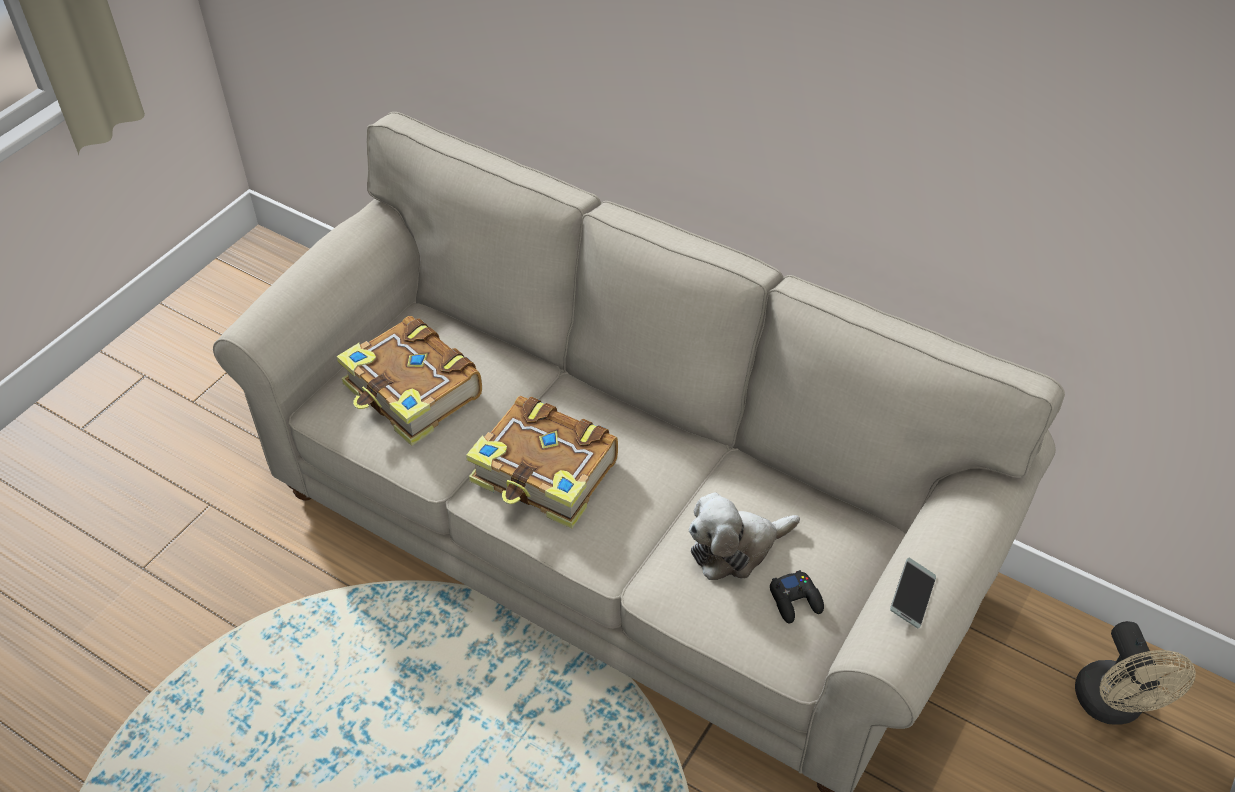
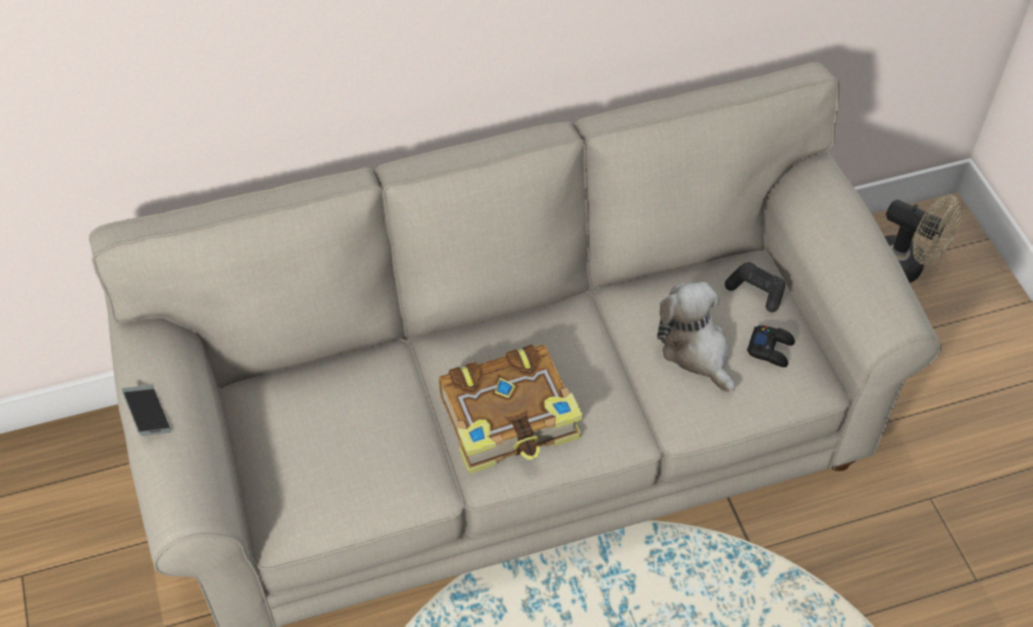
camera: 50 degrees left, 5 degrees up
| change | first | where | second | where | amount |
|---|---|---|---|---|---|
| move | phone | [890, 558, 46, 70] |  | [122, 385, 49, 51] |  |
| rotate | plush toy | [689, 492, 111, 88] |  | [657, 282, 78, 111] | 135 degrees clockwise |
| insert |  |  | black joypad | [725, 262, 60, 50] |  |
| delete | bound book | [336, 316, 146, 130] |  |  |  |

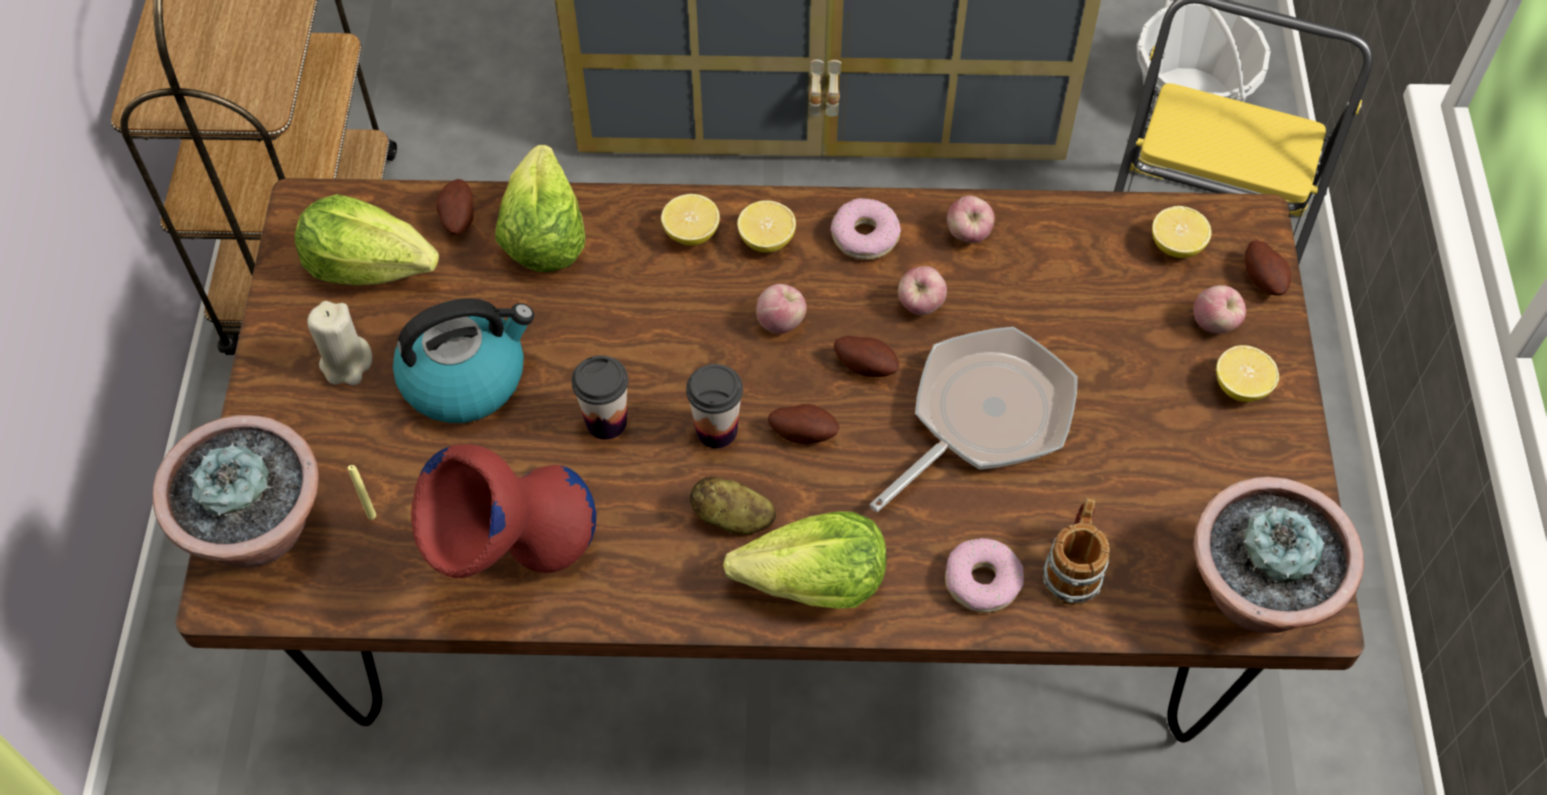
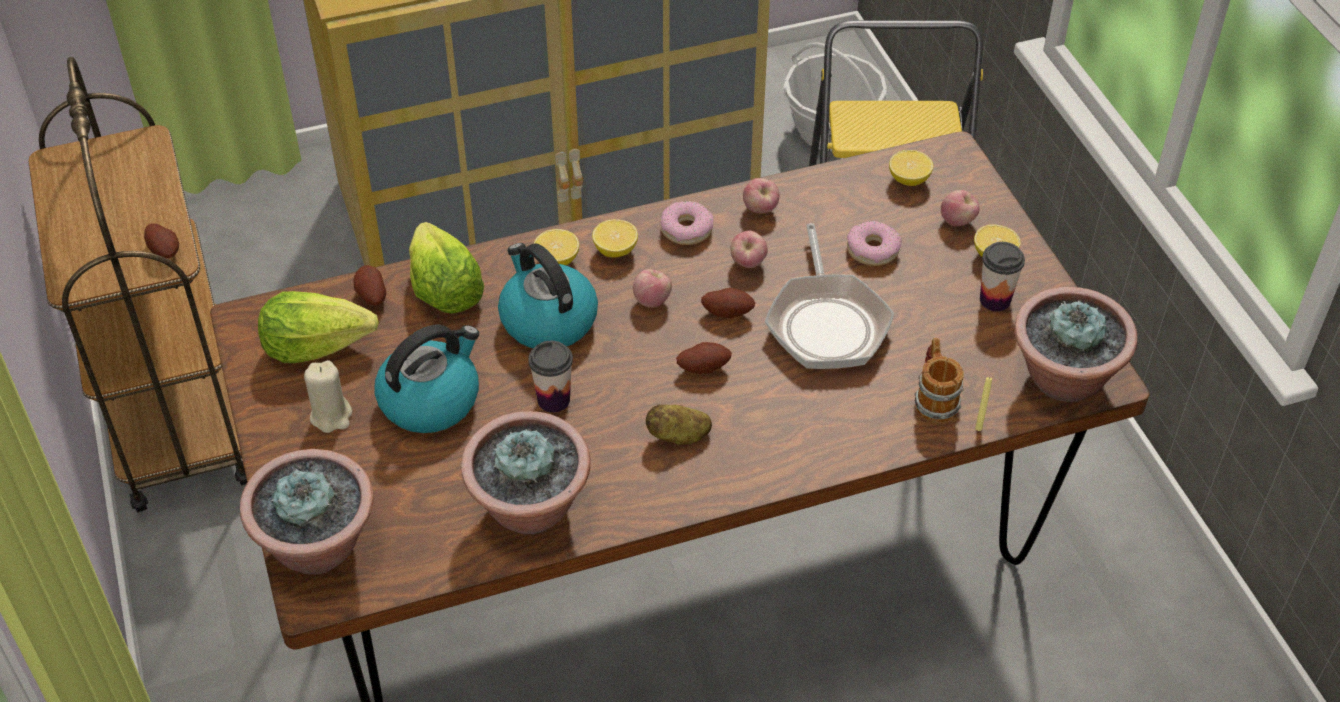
camera: 20 degrees left, 10 degrees down
| change | first | where | second | where | amount |
|---|---|---|---|---|---|
| move | spud | [1245, 240, 46, 56] |  | [144, 224, 35, 34] |  |
| replace | reddish decorative vase | [411, 444, 185, 134] | potted plant | [461, 411, 130, 123] |  |
| insert |  |  | tea kettle | [498, 243, 100, 105] |  |
| rotate | frying pan | [869, 327, 209, 185] |  | [765, 223, 129, 146] | 150 degrees clockwise |
| move | doughnut | [945, 538, 79, 75] |  | [847, 221, 55, 45] |  |
| move | yellow candle | [348, 465, 28, 55] |  | [975, 377, 17, 54] |  |
| move | small cup | [686, 364, 57, 84] |  | [980, 242, 45, 69] |  |
| delete | lettuce head | [723, 511, 164, 98] |  |  |  |

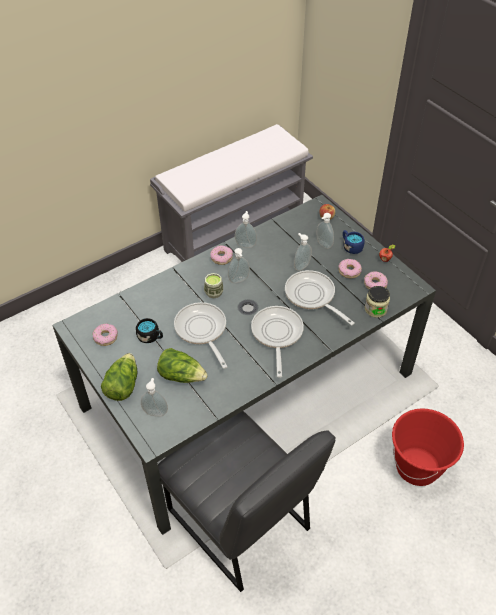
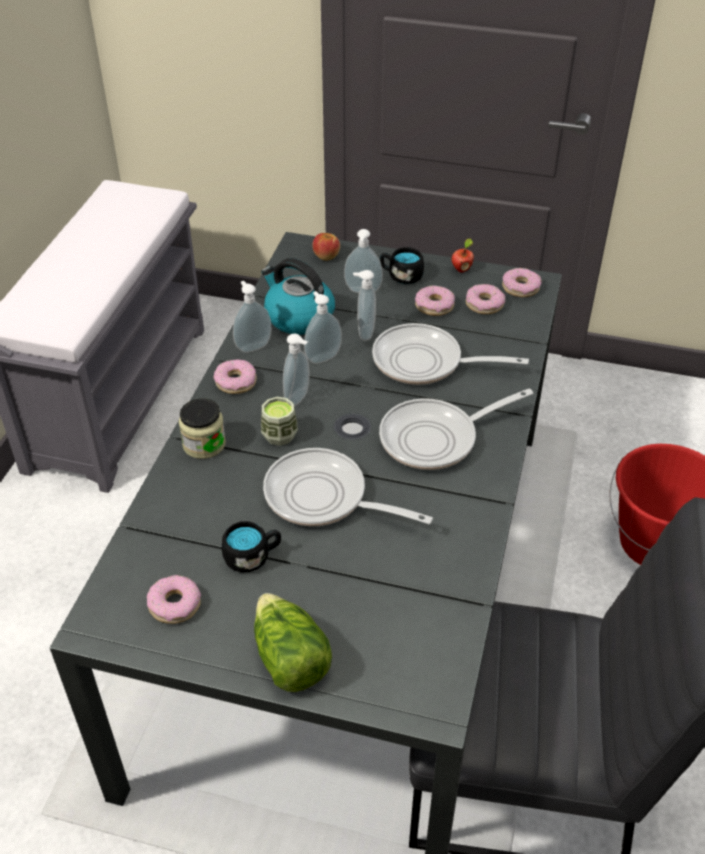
camera: 40 degrees left, 5 degrees down
| change | first | where | second | where | amount |
|---|---|---|---|---|---|
| move | preserve jar | [365, 286, 25, 32] |  | [179, 398, 47, 61] |  |
| insert |  |  | tea kettle | [261, 258, 74, 77] |  |
| move | soap dispenser | [141, 378, 27, 39] |  | [304, 291, 38, 73] |  |
| rotate | frying pan | [251, 306, 53, 72] |  | [379, 389, 154, 81] | 75 degrees counterclockwise |
| recolor | blue-coloured coffee mug | [343, 230, 22, 24] | black coffee mug | [380, 247, 44, 37] |  |
| insert |  |  | doughnut | [502, 268, 40, 29] |  |
| delete | lettuce head | [157, 348, 51, 35] |  |  |  |

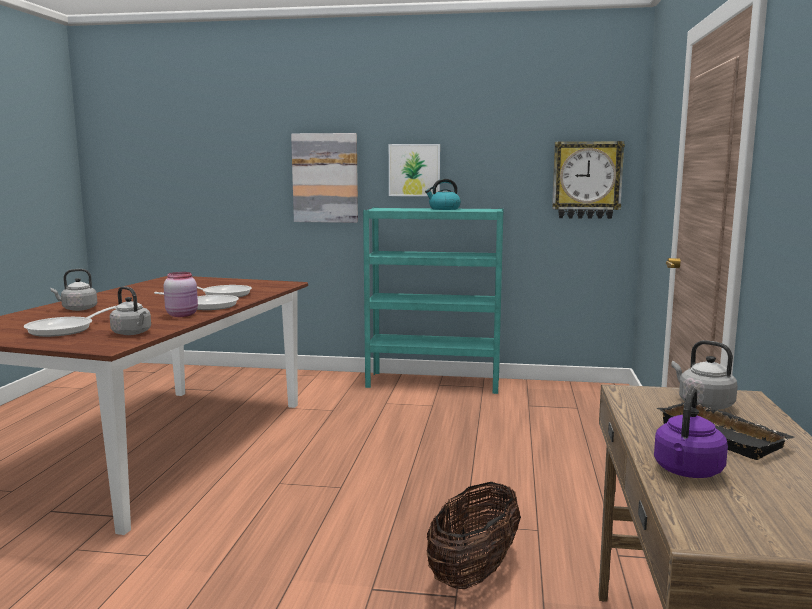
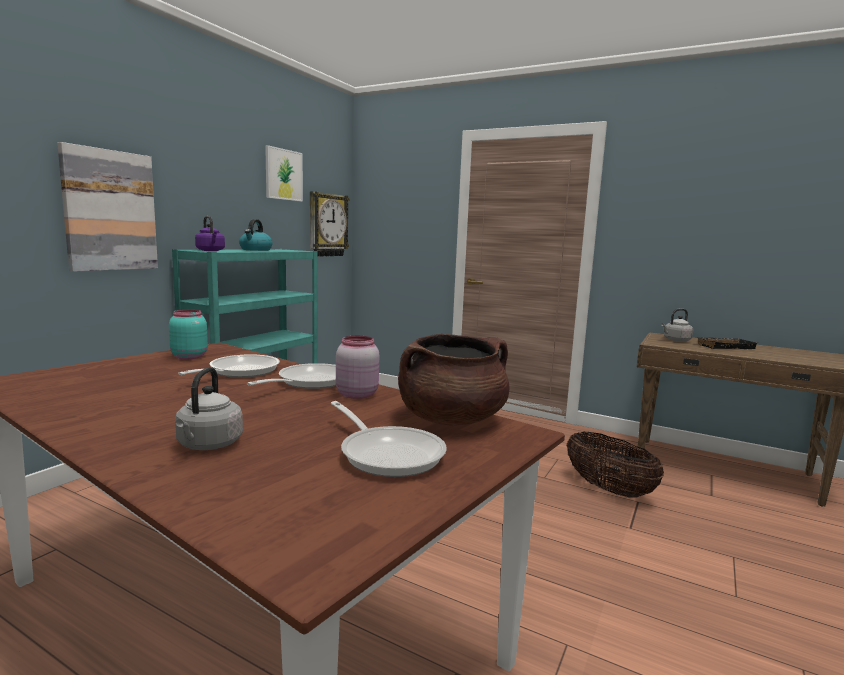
camera: 70 degrees left, 0 degrees up
| change | first | where | second | where | amount |
|---|---|---|---|---|---|
| insert |  |  | turquoise-coloured preserve jar | [169, 309, 39, 50] |  |
| move | purplish tea kettle | [654, 387, 74, 91] |  | [195, 216, 30, 35] |  |
| move | picture | [389, 144, 51, 52] |  | [265, 145, 38, 57] |  |
| replace | gray tea kettle | [110, 286, 41, 49] | brownish cooking pot | [398, 334, 112, 91] |  |

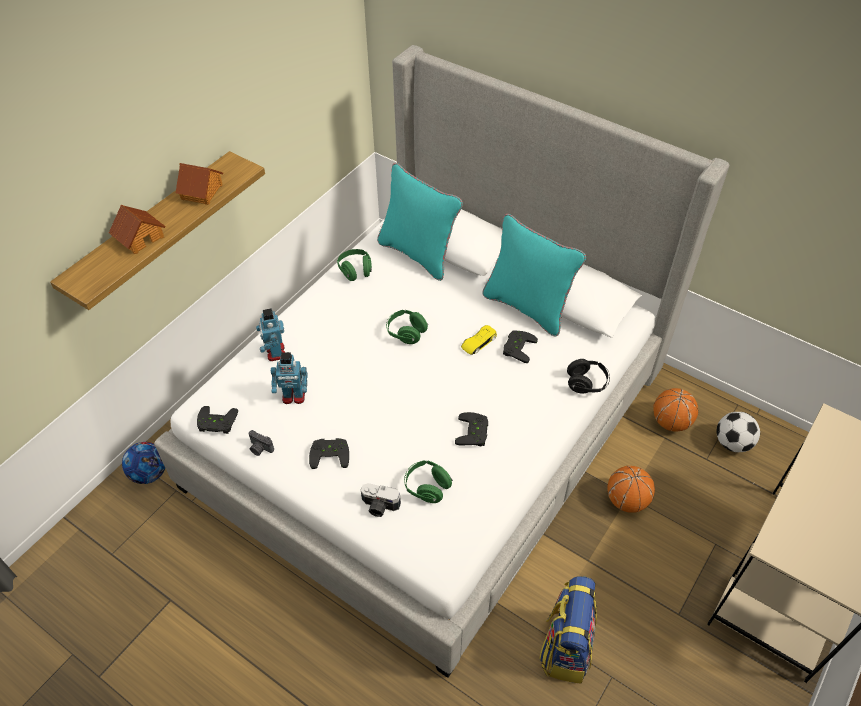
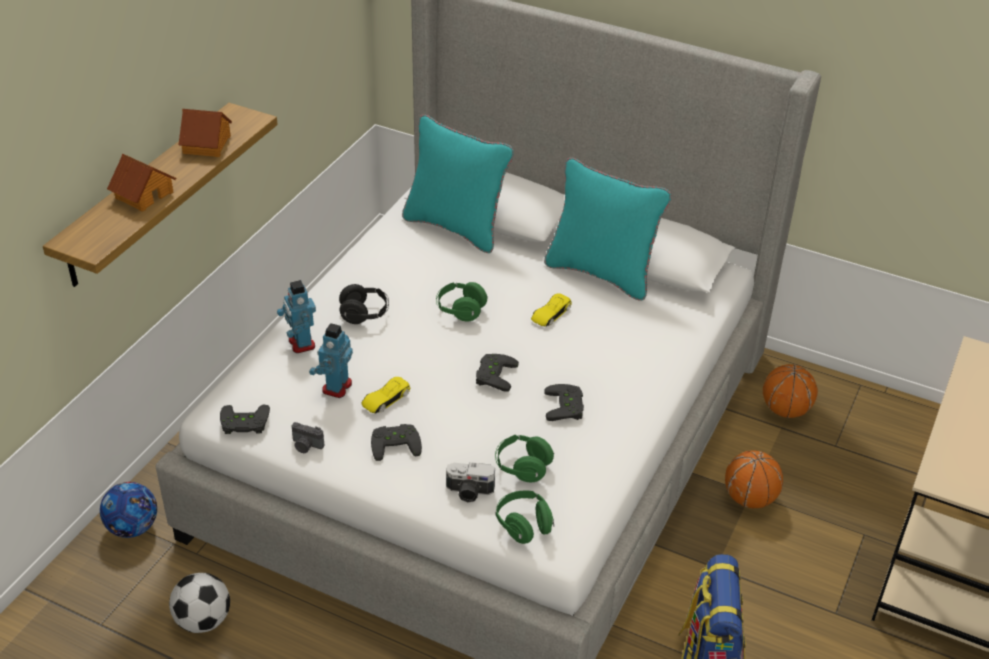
camera: 10 degrees left, 10 degrees down
| change | first | where | second | where | amount |
|---|---|---|---|---|---|
| move | ball for football | [716, 412, 44, 40] |  | [169, 573, 61, 60] |  |
| rotate | toy robot | [271, 352, 37, 52] |  | [309, 323, 44, 75] | 120 degrees clockwise |
| move | black headset | [567, 359, 43, 35] |  | [339, 284, 50, 40] |  |
| insert |  |  | yellow model car | [361, 377, 49, 37] |  |
| move | black joypad | [503, 330, 35, 33] |  | [476, 354, 43, 38] |  |
| move | greenish headset | [337, 249, 35, 32] |  | [496, 491, 58, 53] |  |

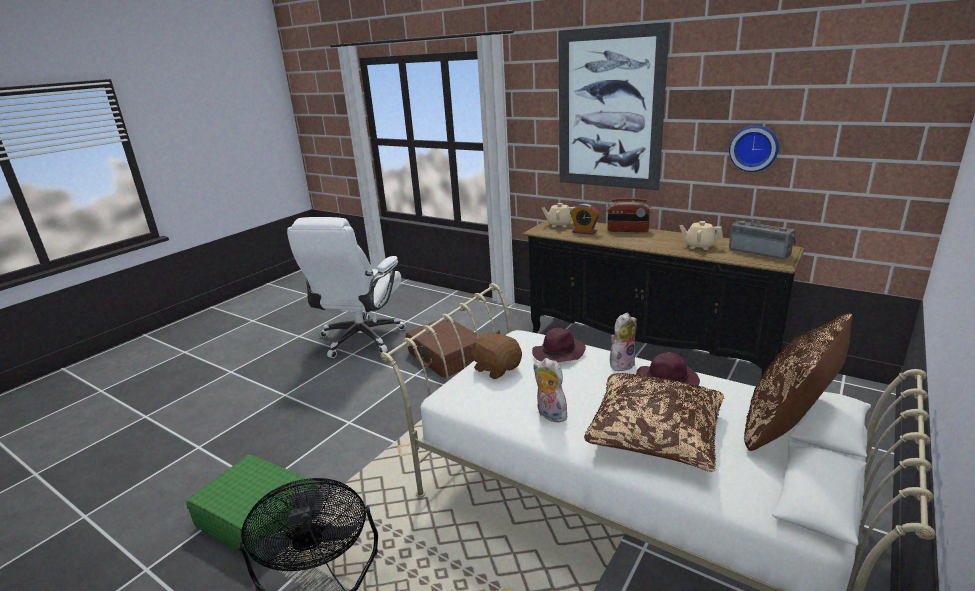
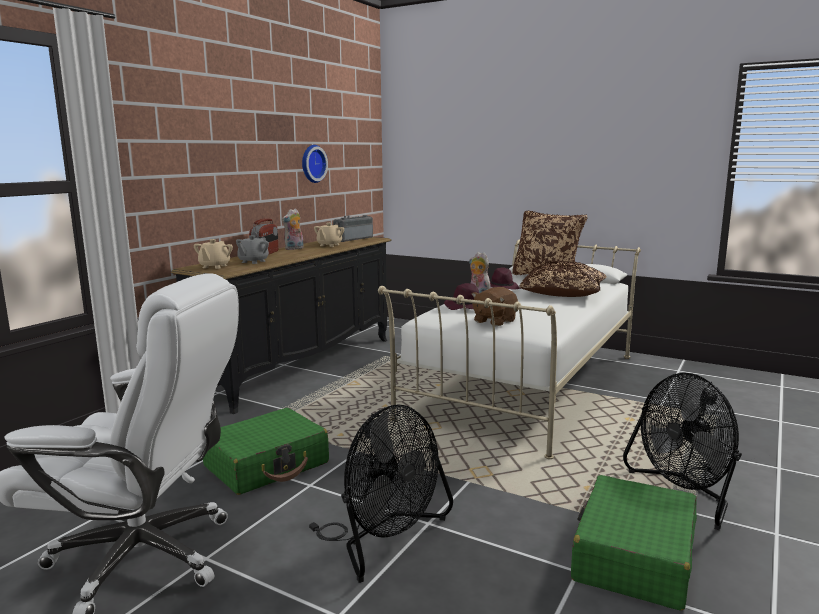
camera: 95 degrees left, 10 degrees down
| change | first | where | second | where | amount |
|---|---|---|---|---|---|
| recolor | brownish travel case | [406, 319, 74, 59] | greenish travel case | [203, 408, 126, 87] |  |
| replace | table clock | [570, 204, 30, 31] | gray pot for tea | [236, 235, 33, 29] |  |
| move | plush toy | [533, 358, 34, 65] |  | [282, 209, 22, 41] |  |
| insert |  |  | black fan | [309, 405, 144, 178] |  |
| delete | picture | [558, 22, 112, 168] |  |  |  |

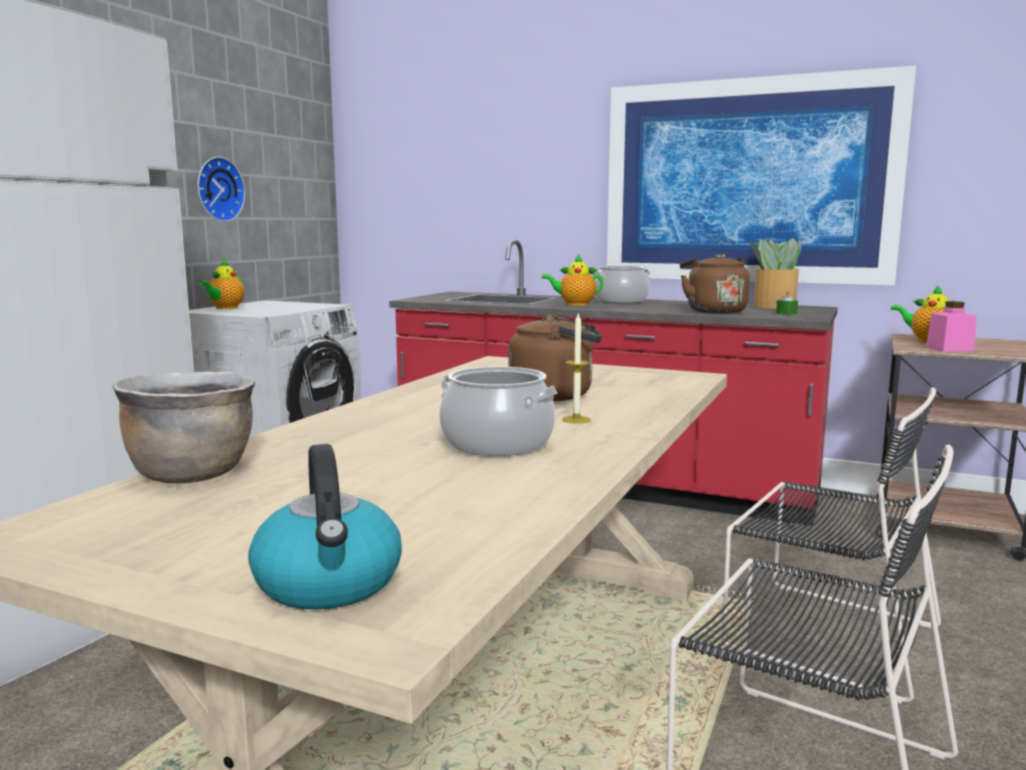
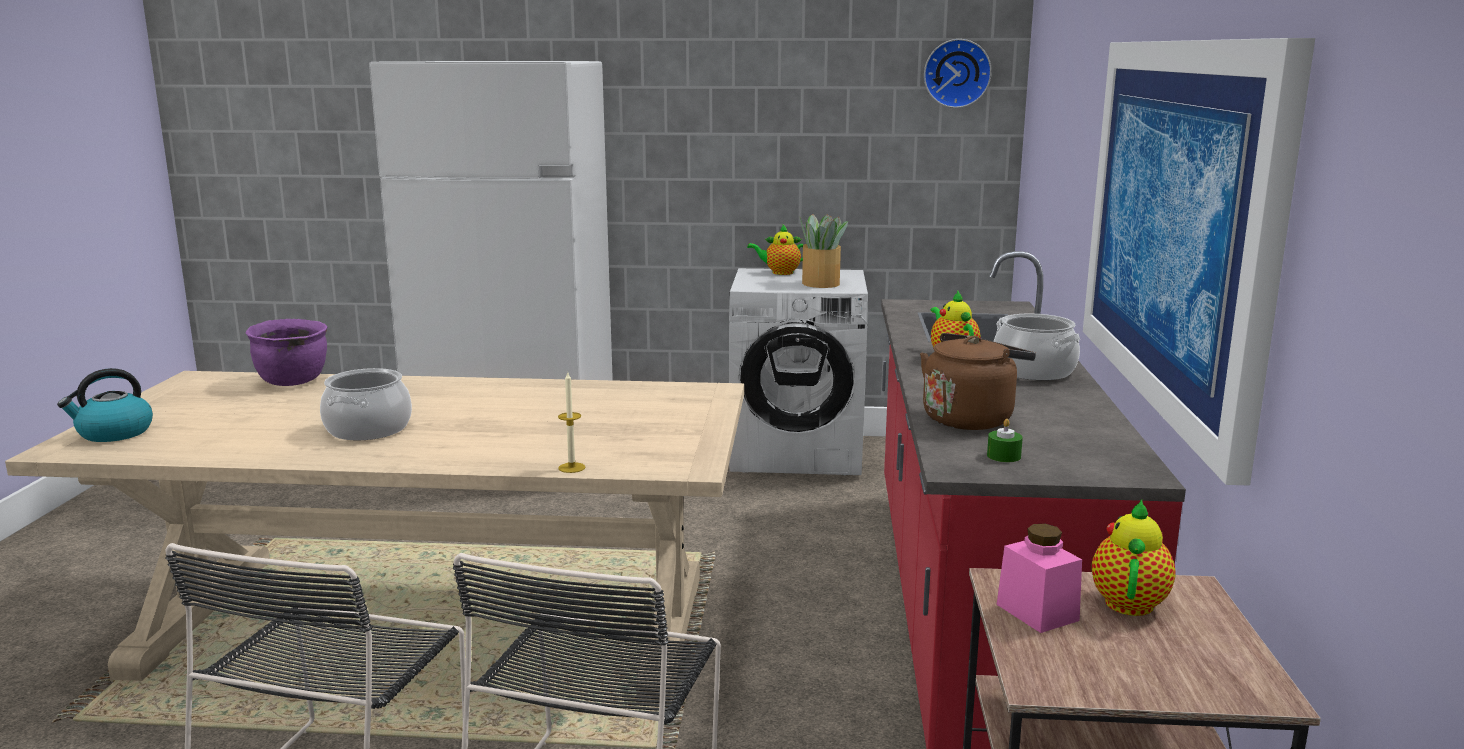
camera: 70 degrees right, 5 degrees up
| change | first | where | second | where | amount |
|---|---|---|---|---|---|
| recolor | brownish cooking pot | [112, 372, 143, 112] | purplish cooking pot | [246, 319, 81, 67] |  |
| move | candle | [562, 314, 29, 110] |  | [558, 372, 28, 101] |  |
| move | potted plant | [750, 238, 52, 71] |  | [799, 214, 49, 74] |  |
| move | wall clock | [198, 157, 47, 65] |  | [924, 39, 68, 69] |  |
| delete | brownish tea kettle | [508, 315, 94, 86] |  |  |  |

